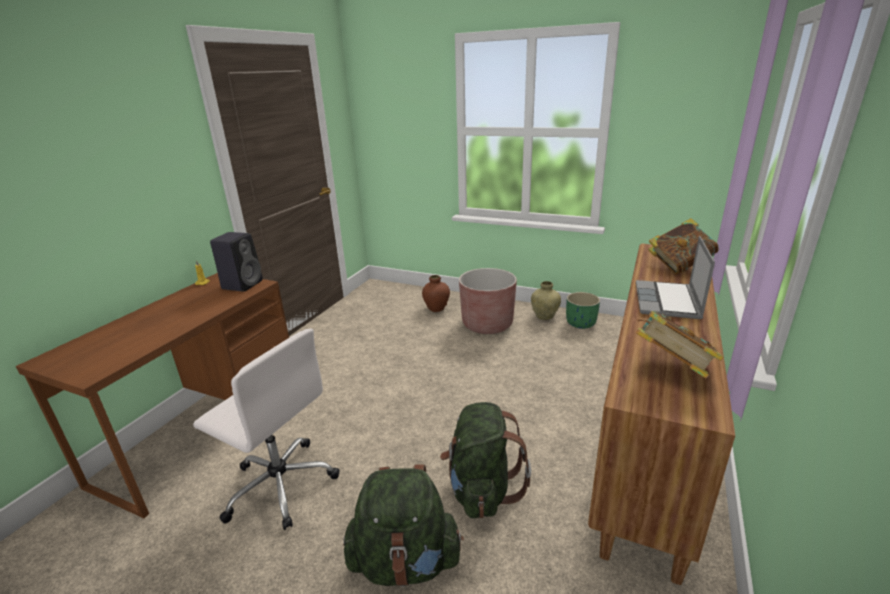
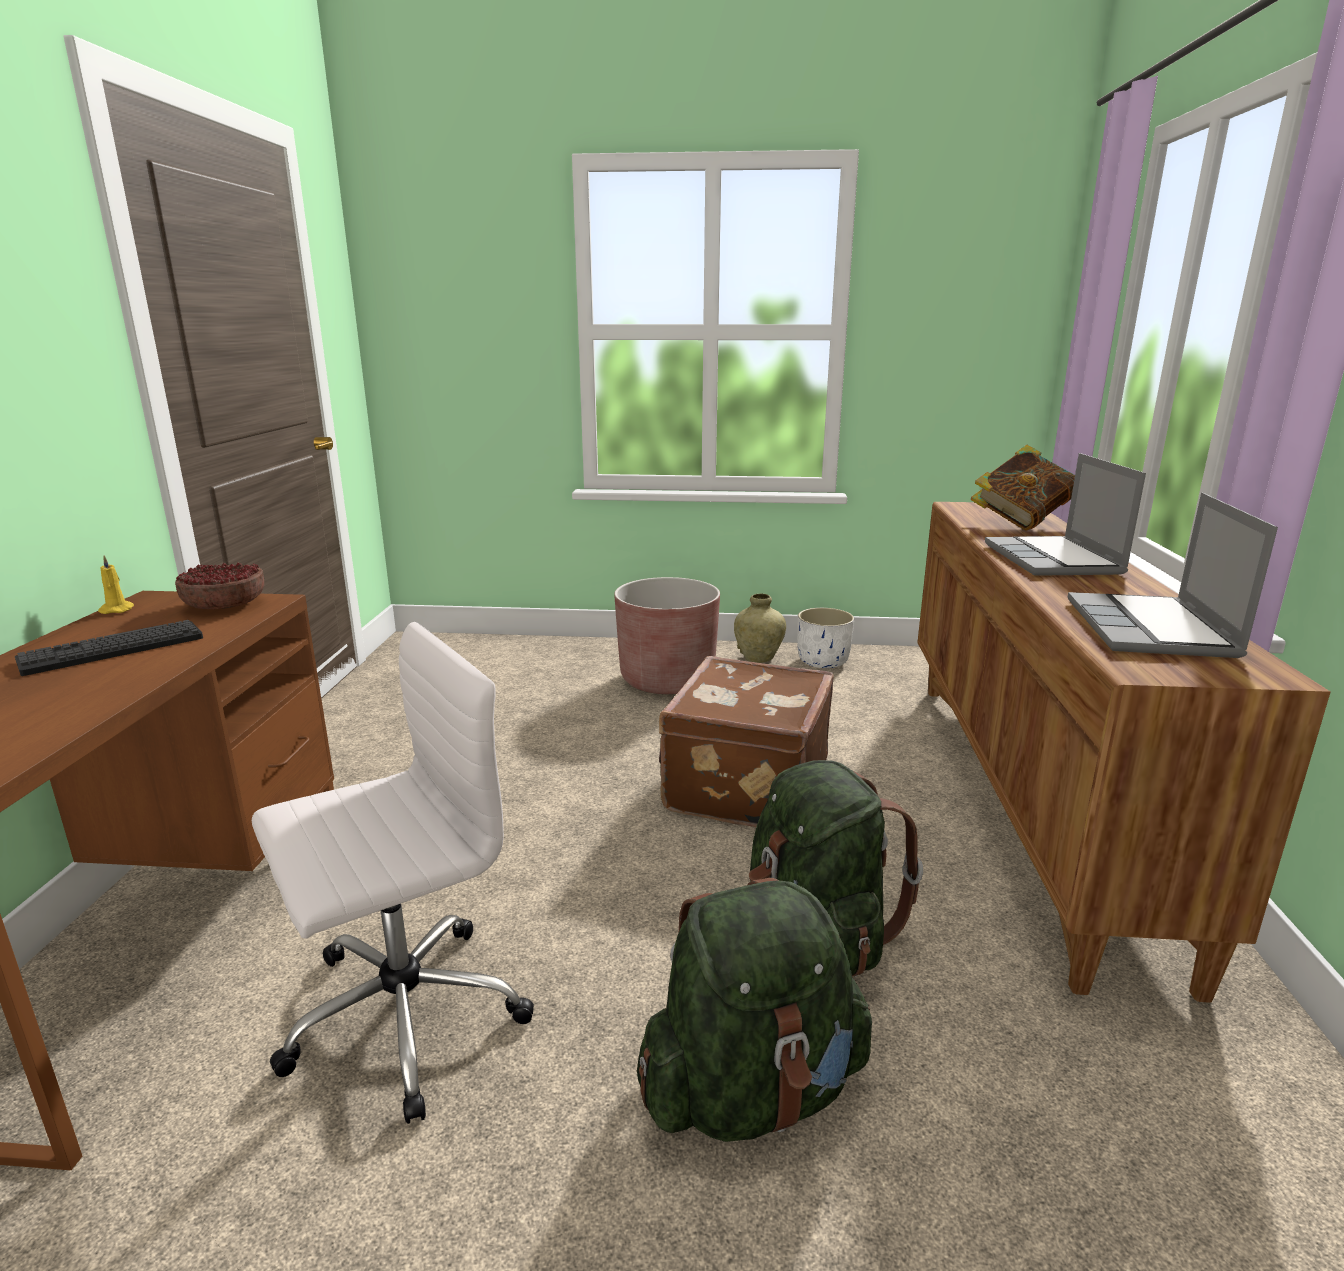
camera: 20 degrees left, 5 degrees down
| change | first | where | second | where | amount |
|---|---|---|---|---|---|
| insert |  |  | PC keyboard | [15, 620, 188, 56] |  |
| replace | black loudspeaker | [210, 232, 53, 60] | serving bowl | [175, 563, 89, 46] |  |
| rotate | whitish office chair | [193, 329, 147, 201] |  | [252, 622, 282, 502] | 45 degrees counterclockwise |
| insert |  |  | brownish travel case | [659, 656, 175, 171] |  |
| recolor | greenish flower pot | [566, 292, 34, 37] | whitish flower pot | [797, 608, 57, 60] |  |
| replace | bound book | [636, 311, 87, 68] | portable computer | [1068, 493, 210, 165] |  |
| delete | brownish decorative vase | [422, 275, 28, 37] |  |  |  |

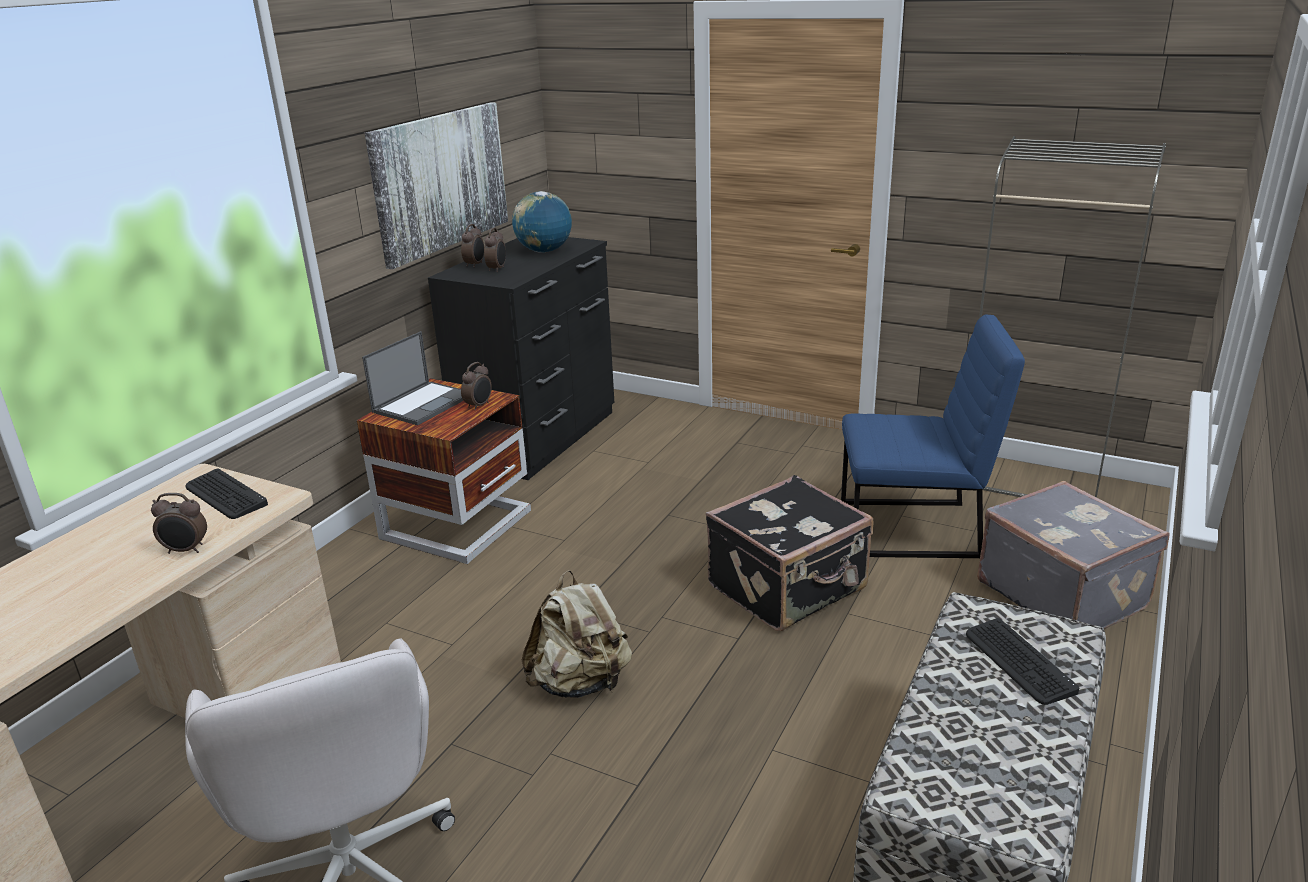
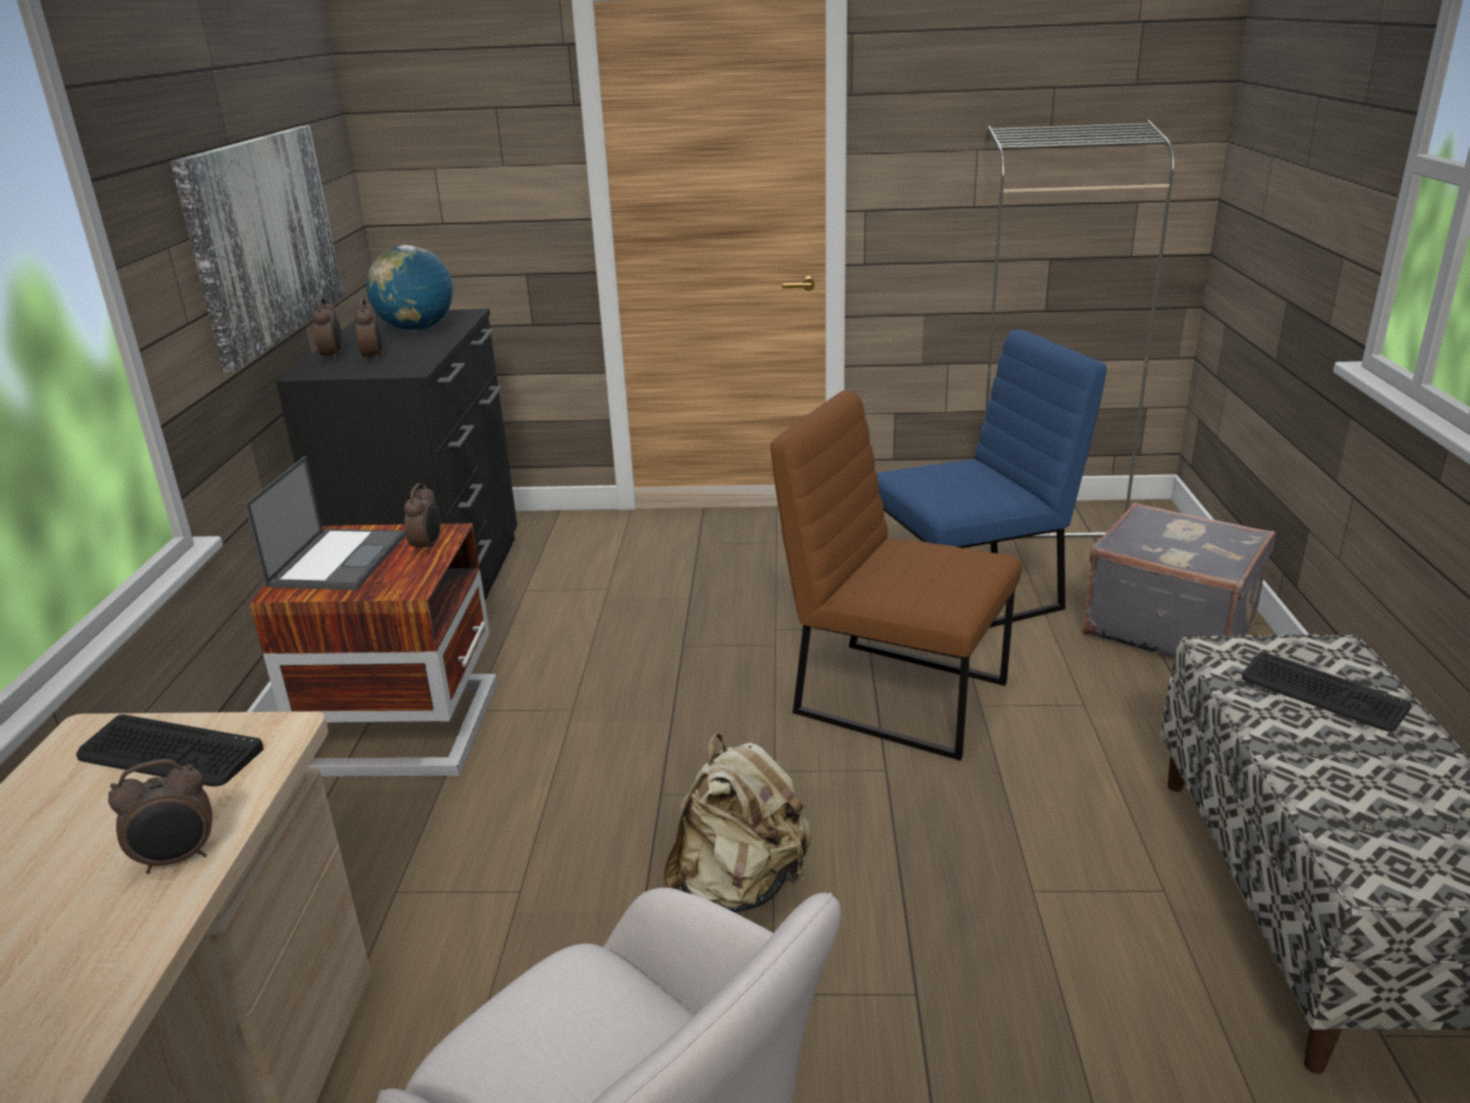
camera: 25 degrees left, 0 degrees up
| change | first | where | second | where | amount |
|---|---|---|---|---|---|
| replace | black travel case | [706, 475, 168, 156] | brownish upright chair | [771, 391, 251, 370] |  |

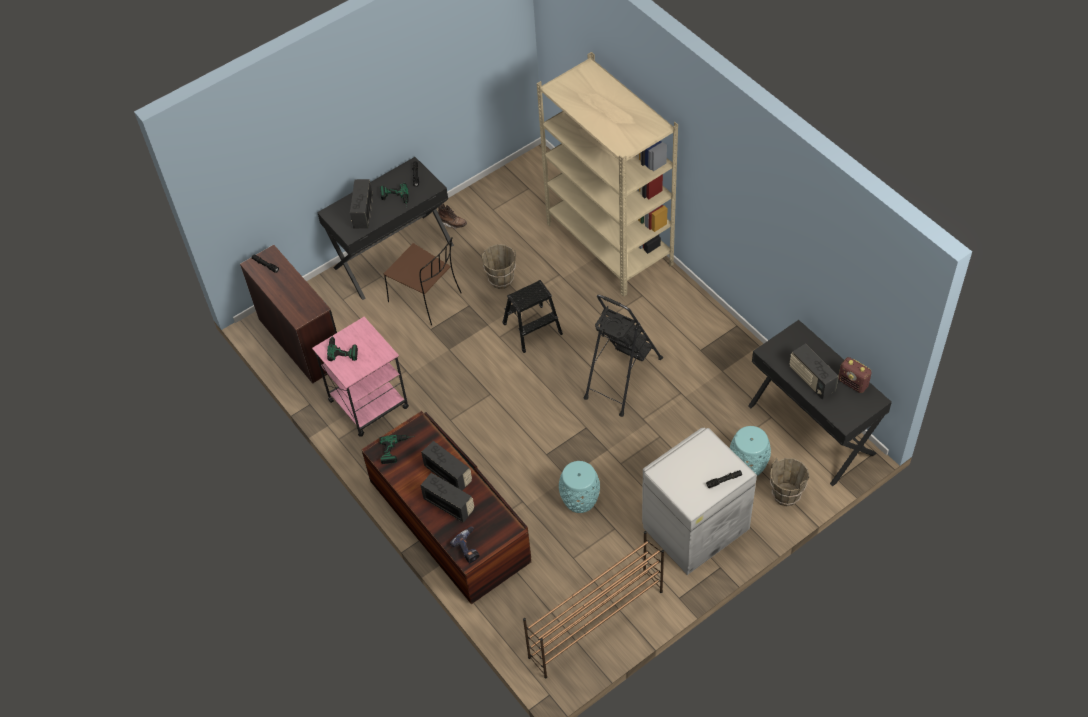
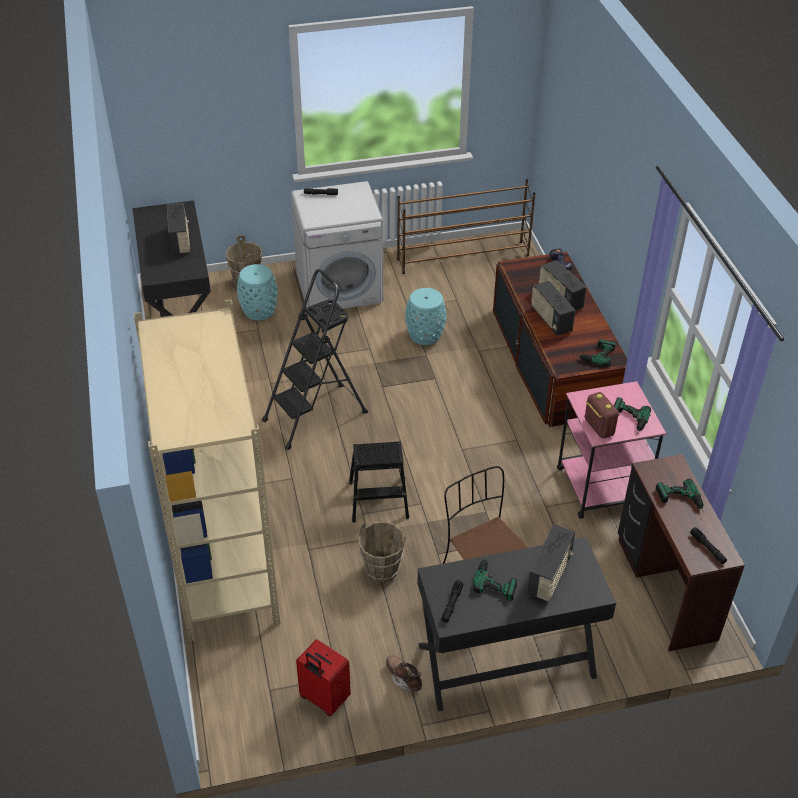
camera: 160 degrees left, 10 degrees down
| change | first | where | second | where | amount |
|---|---|---|---|---|---|
| insert |  |  | reddish travel case | [296, 639, 55, 77] |  |
| move | radio receiver | [838, 357, 34, 36] |  | [585, 392, 34, 47] |  |
| insert |  |  | power drill | [656, 478, 49, 37] |  |

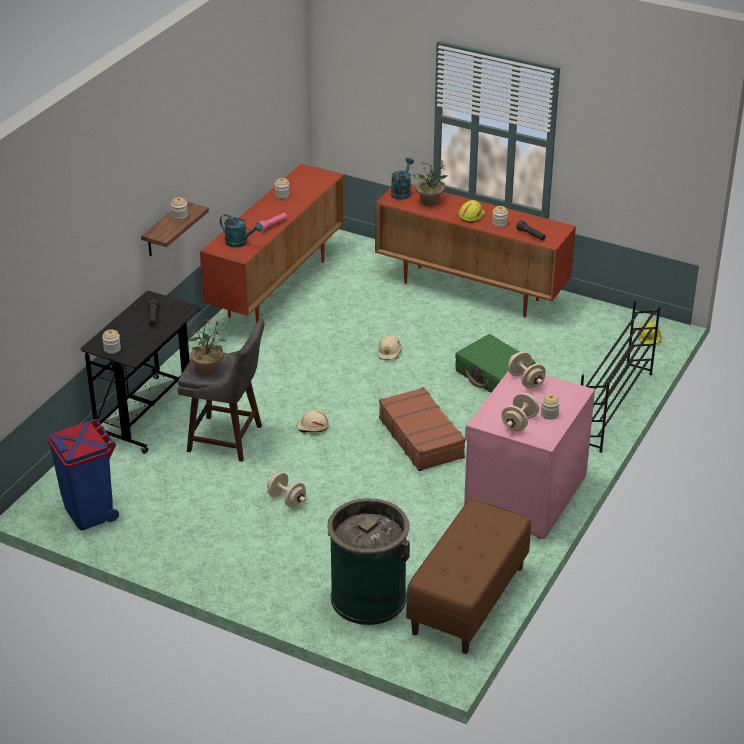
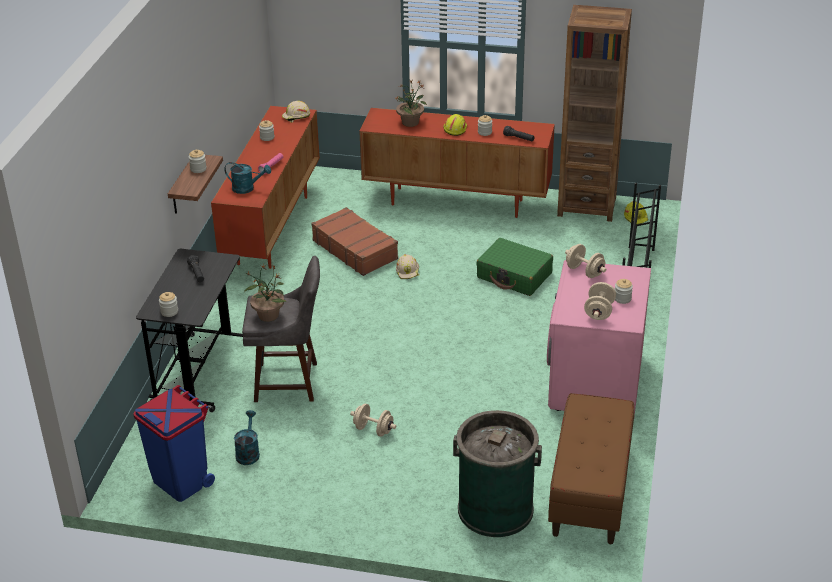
camera: 15 degrees left, 0 degrees up
| change | first | where | second | where | amount |
|---|---|---|---|---|---|
| move | turquoise-coloured watering pot | [391, 158, 23, 42] |  | [234, 410, 26, 55] |  |
| move | beige-coloured hard hat | [296, 410, 33, 25] |  | [282, 101, 28, 21] |  |
| move | brownish travel case | [379, 387, 87, 84] |  | [311, 207, 87, 69] |  |
| insert |  |  | brownish shelving unit | [557, 5, 75, 217] |  |

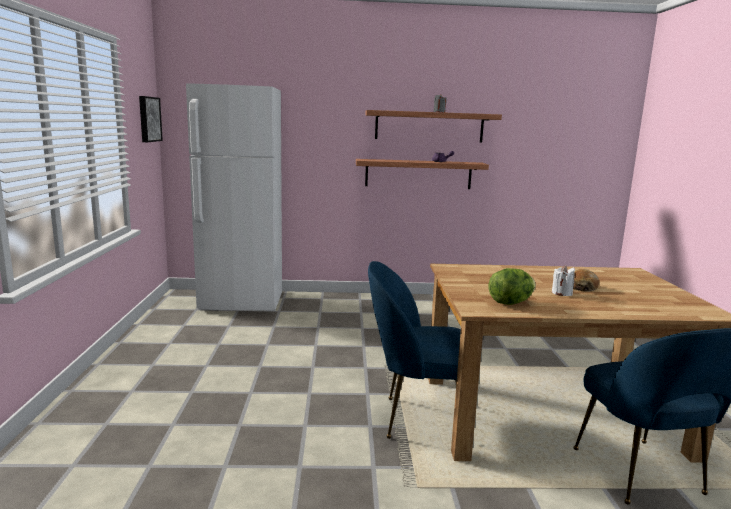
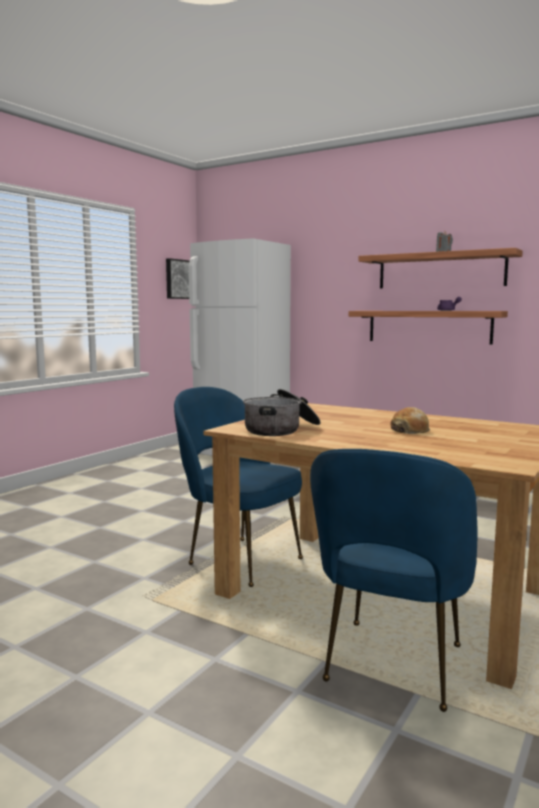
camera: 35 degrees right, 5 degrees down
| change | first | where | second | where | amount |
|---|---|---|---|---|---|
| replace | lettuce head | [488, 268, 48, 37] | cooking pot | [243, 389, 78, 47] |  |
| delete | whitish candle | [552, 265, 23, 31] |  |  |  |

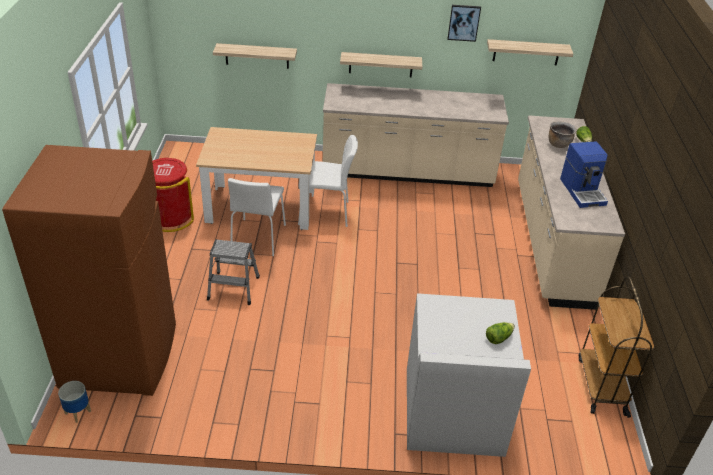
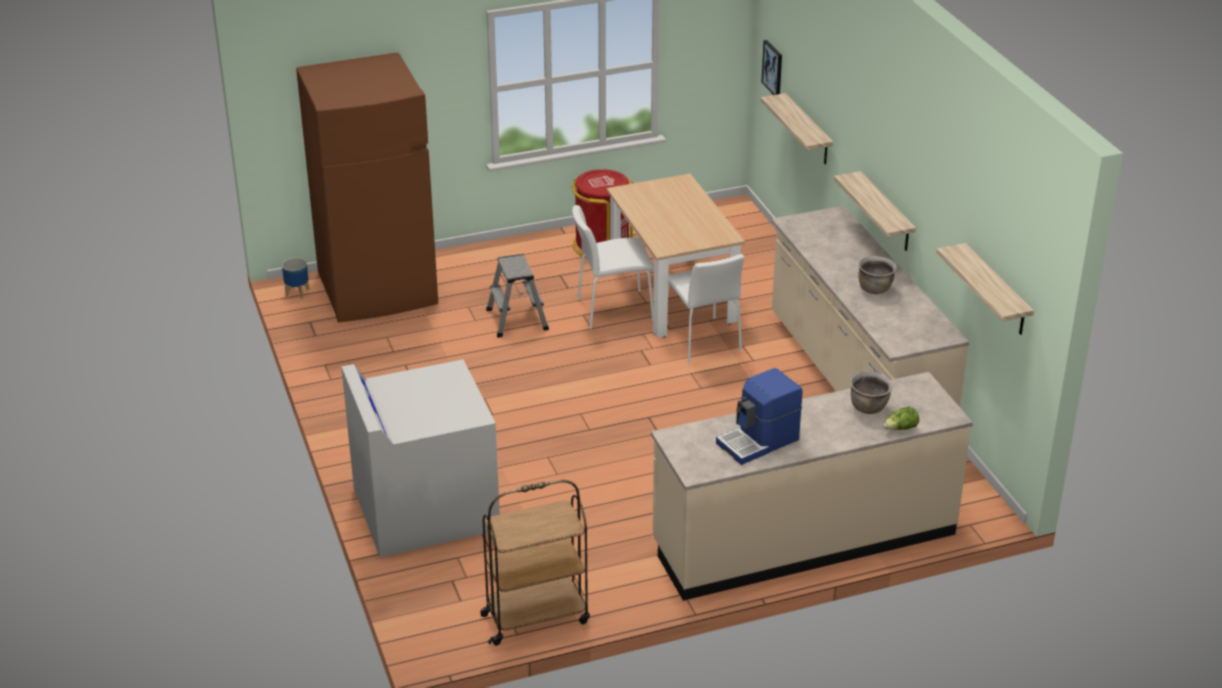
camera: 70 degrees right, 5 degrees down
| change | first | where | second | where | amount |
|---|---|---|---|---|---|
| move | picture | [448, 5, 33, 37] |  | [761, 40, 21, 55] |  |
| insert |  |  | brownish cooking pot | [858, 256, 39, 38] |  |
| delete | lettuce head | [486, 322, 29, 22] |  |  |  |

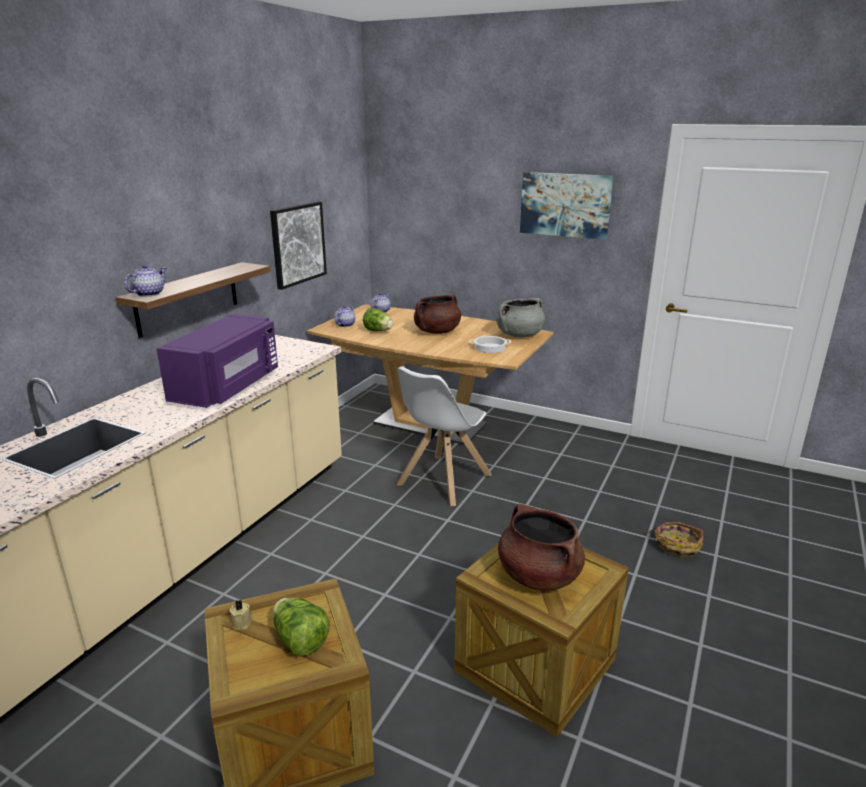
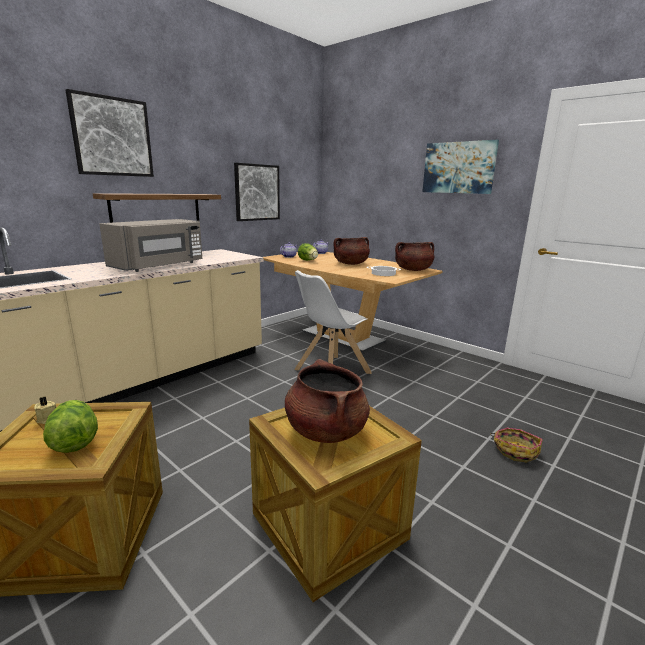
camera: 15 degrees right, 5 degrees down
| change | first | where | second | where | amount |
|---|---|---|---|---|---|
| insert |  |  | picture | [66, 89, 88, 88] |  |
| recolor | purplish microwave | [157, 314, 121, 94] | gray microwave | [99, 219, 103, 53] |  |
| recolor | gray cooking pot | [497, 298, 49, 40] | brownish cooking pot | [395, 242, 40, 29] |  |
| delete | pot for tea | [124, 265, 42, 32] |  |  |  |

